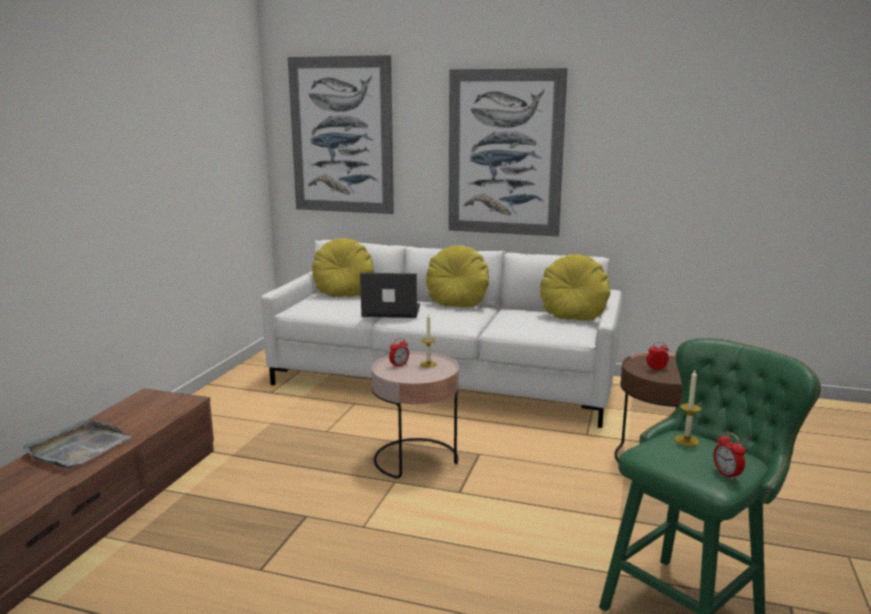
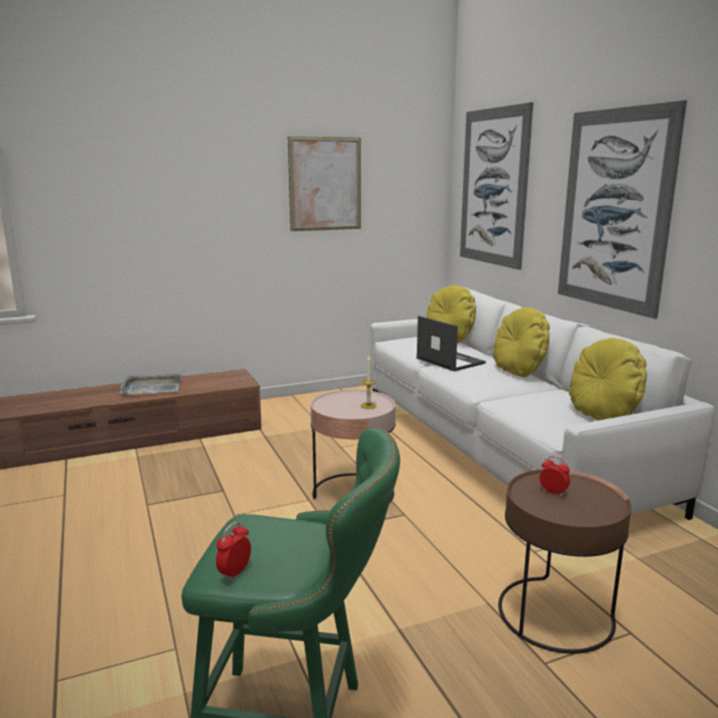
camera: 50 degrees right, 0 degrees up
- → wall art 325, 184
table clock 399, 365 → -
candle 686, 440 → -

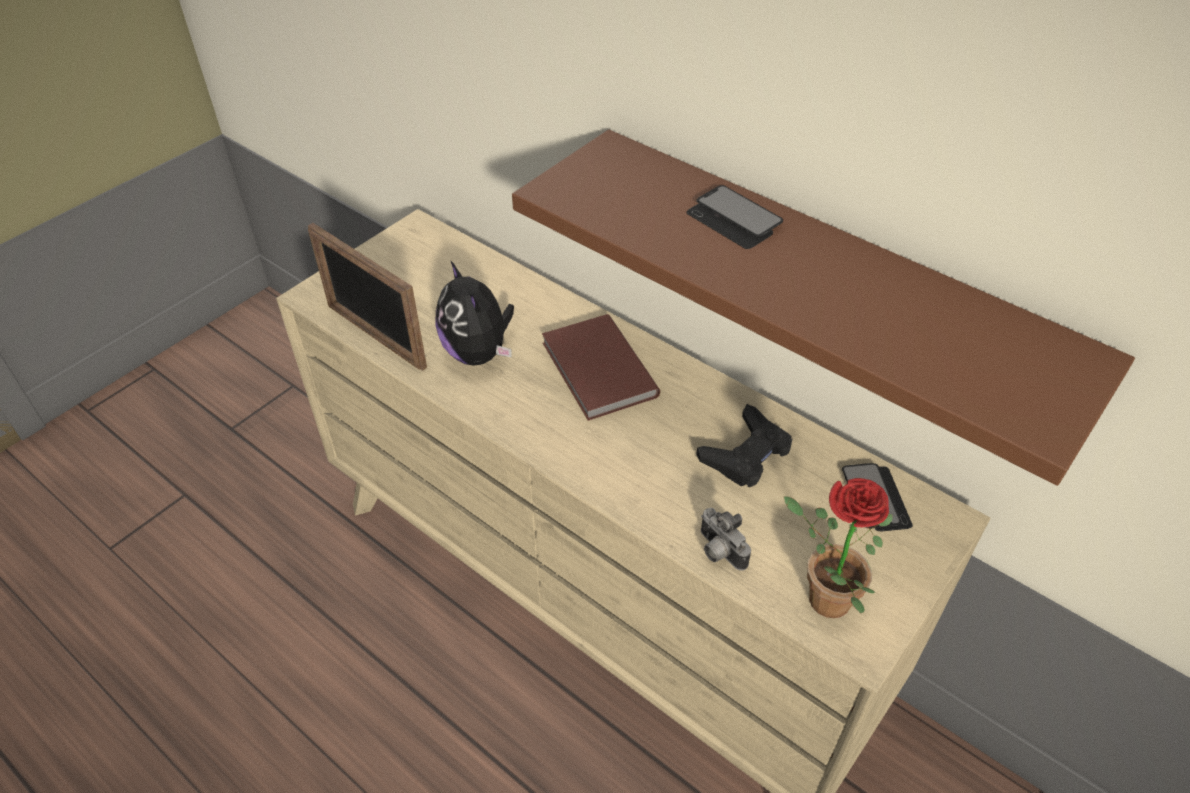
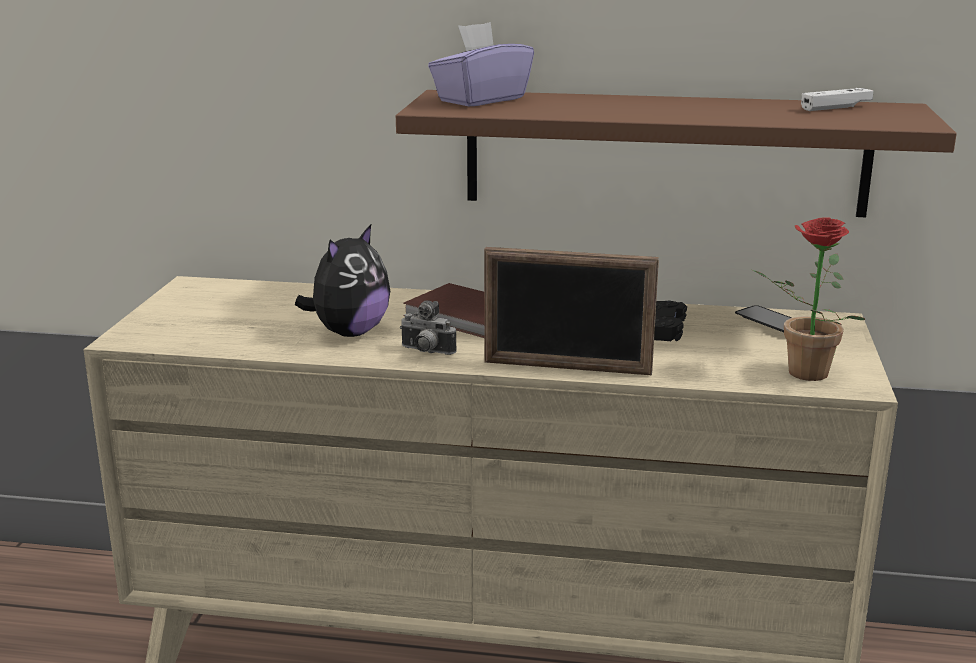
camera: 30 degrees left, 25 degrees down
plush toy 479, 353 → plush toy 349, 332, 90 degrees counterclockwise
still camera 718, 552 → still camera 426, 352, shifted
- → purplish tissue holder 480, 100
photo frame 375, 336 → photo frame 567, 368, shifted
- → white-coloured game controller 836, 107
phone 733, 219 → -

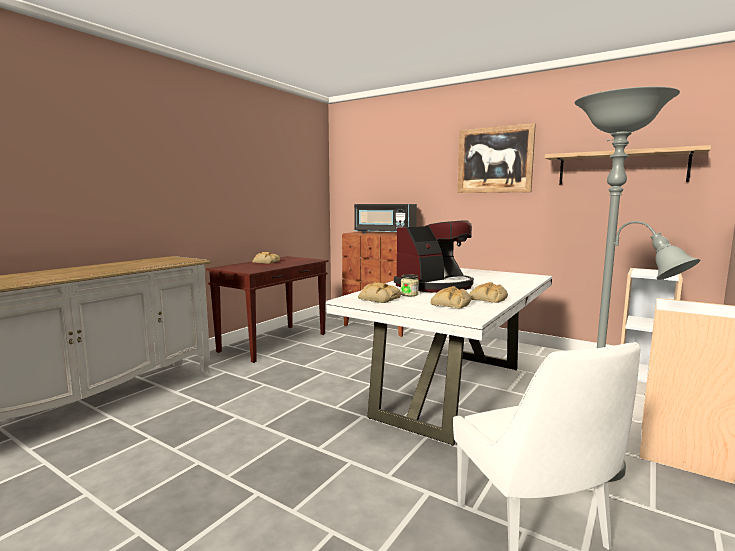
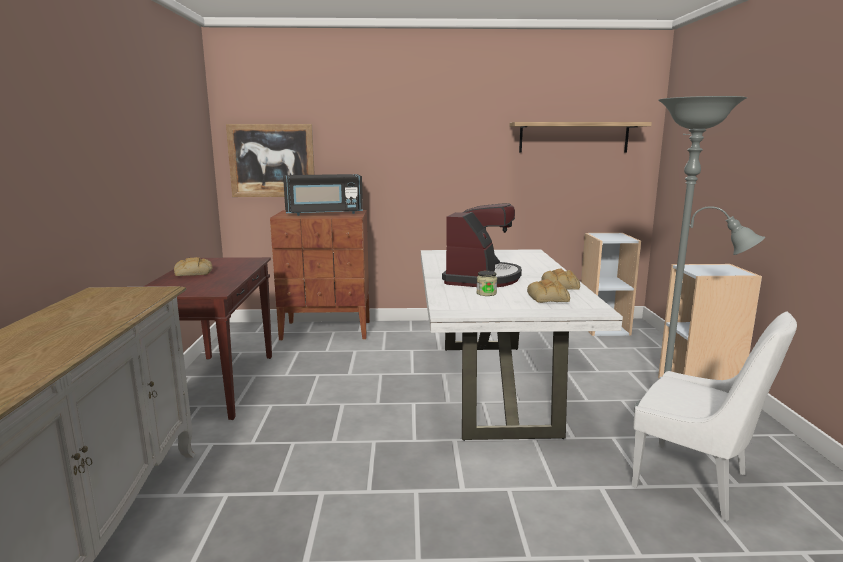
camera: 35 degrees left, 5 degrees up
wall art 494, 160 → wall art 272, 161, shifted
bakery bread 378, 299 → -

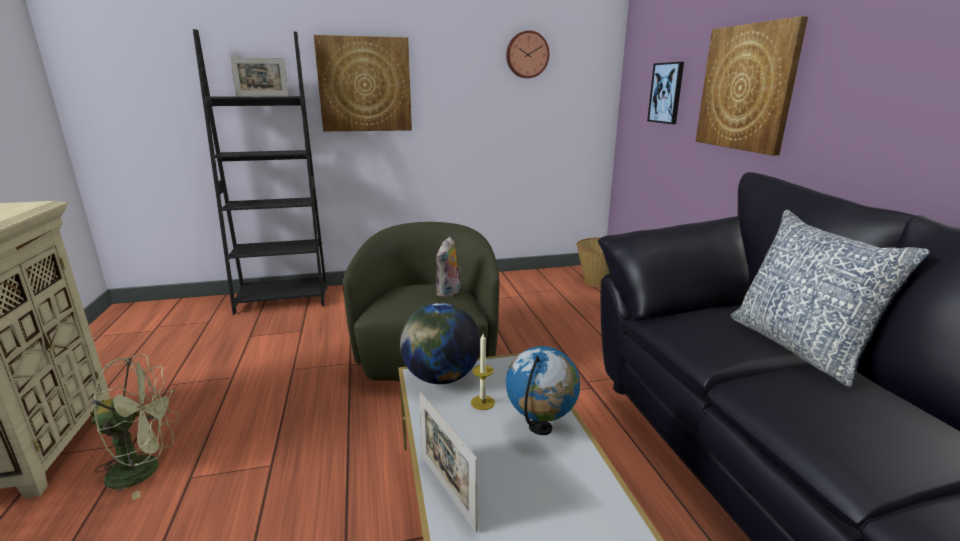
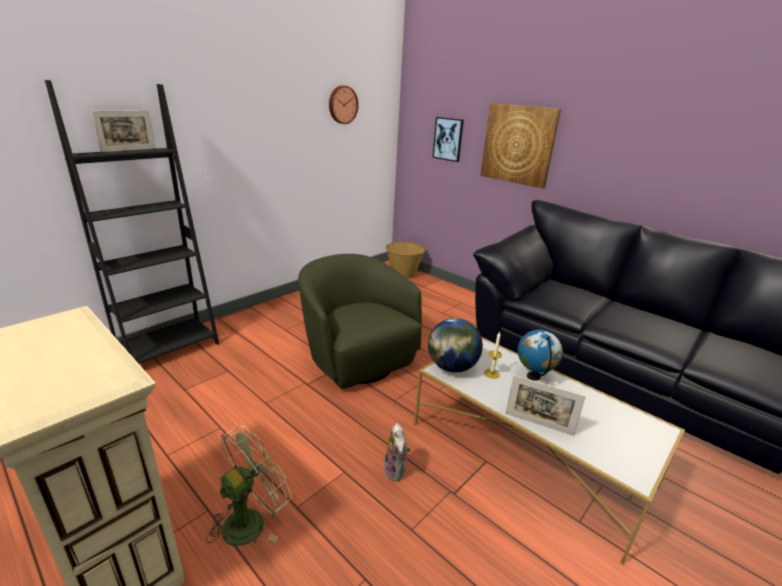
camera: 35 degrees left, 5 degrees up
plush toy 449, 293 → plush toy 396, 471, shifted
wall art 365, 84 → -
cushion 798, 347 → -

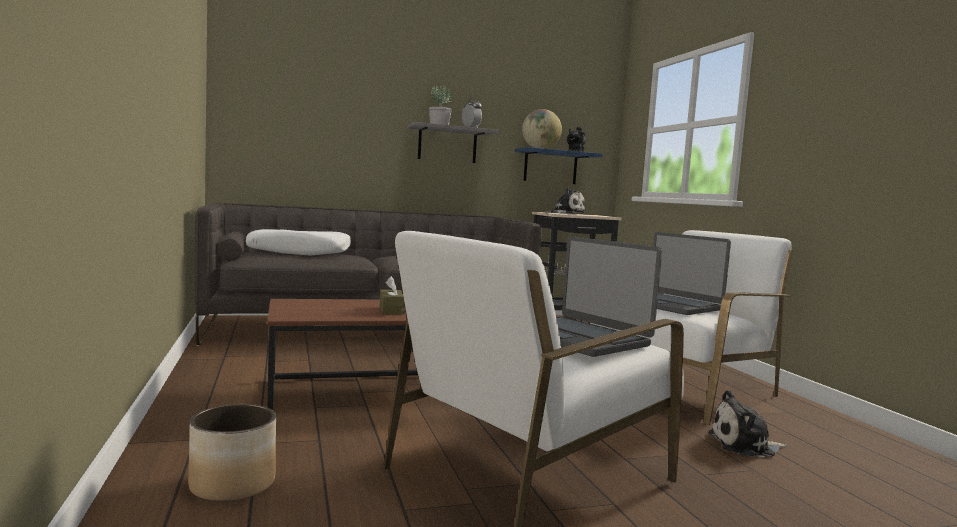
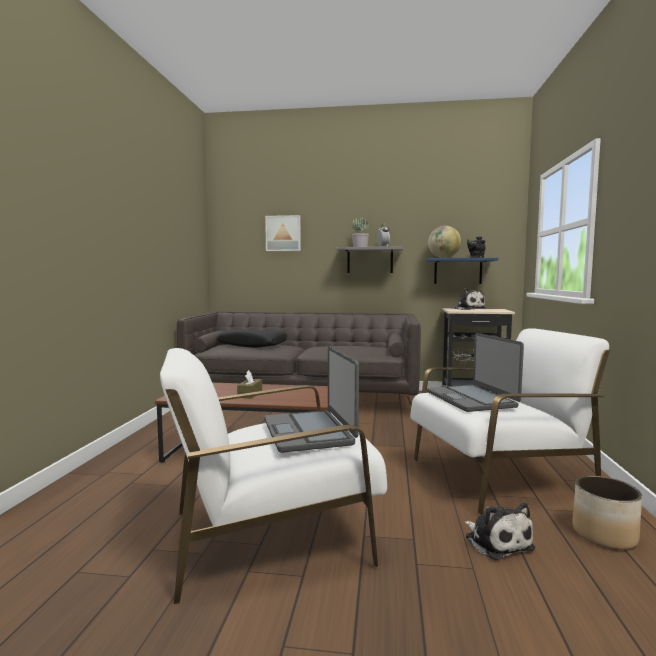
camera: 25 degrees right, 0 degrees up
white-coloured cushion 300, 252 → black-coloured cushion 252, 345
- → wall art 283, 233
plush toy 745, 445 → plush toy 496, 541, 135 degrees counterclockwise
planter 233, 485 → planter 605, 535, shifted

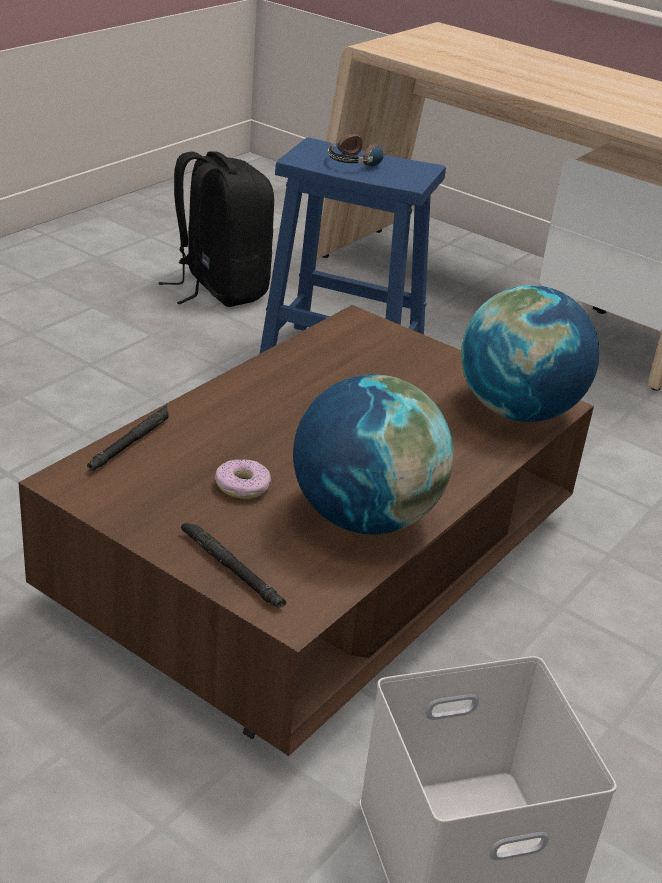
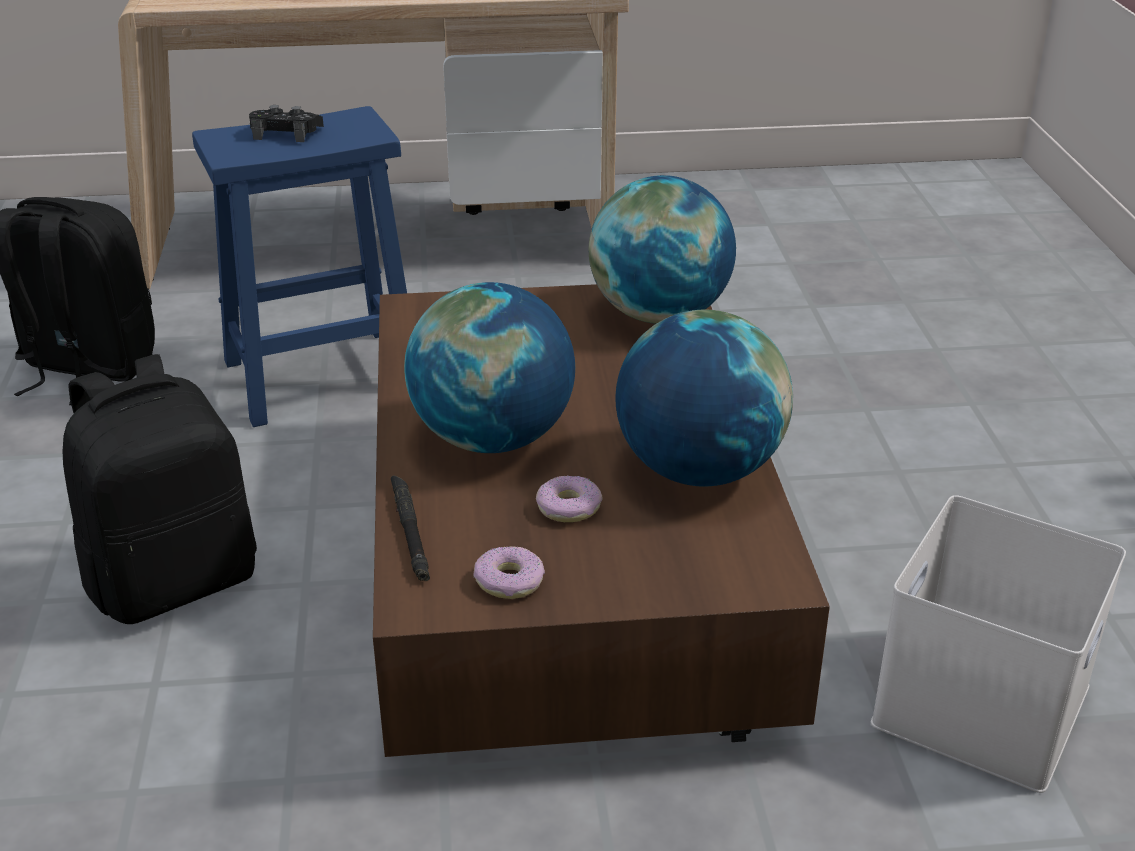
camera: 40 degrees left, 0 degrees up
- → black-coloured backpack 174, 580
headphones 360, 160 → black-coloured game controller 286, 133
- → globe 492, 439
- → doughnut 509, 581
black-coloured flashlight 231, 569 → -

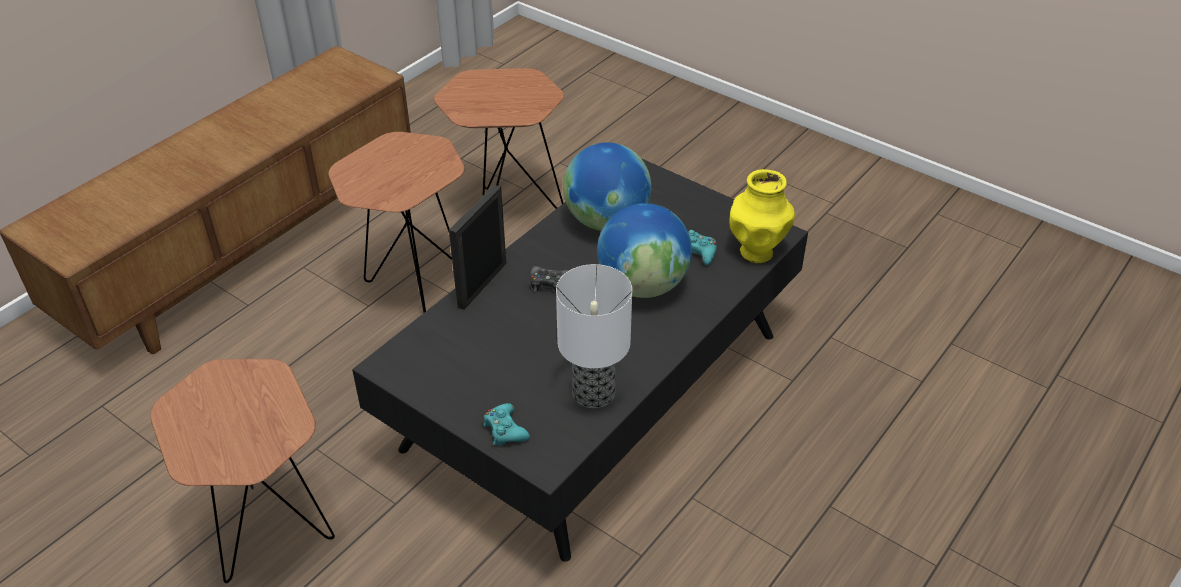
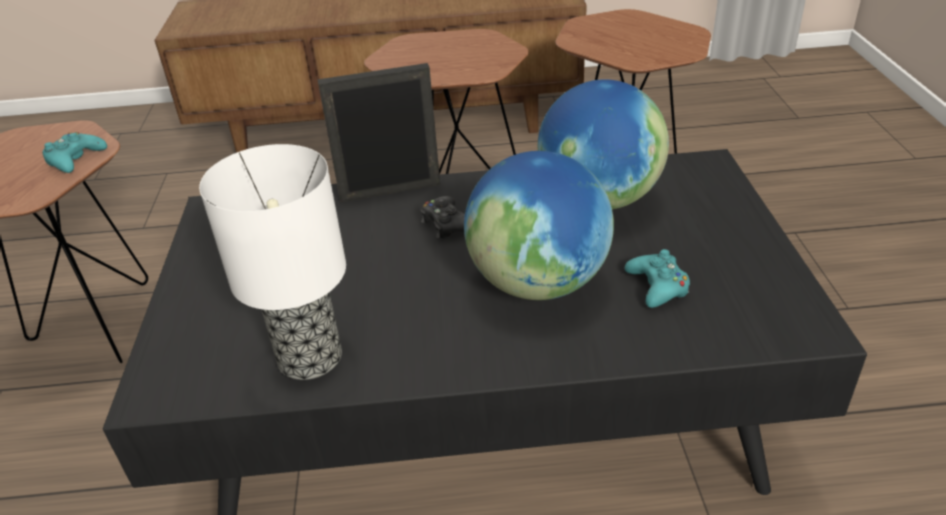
camera: 50 degrees right, 5 degrees down
turquoise game controller 505, 430 → turquoise game controller 75, 159, shifted
yellowish flower vase 756, 252 → -

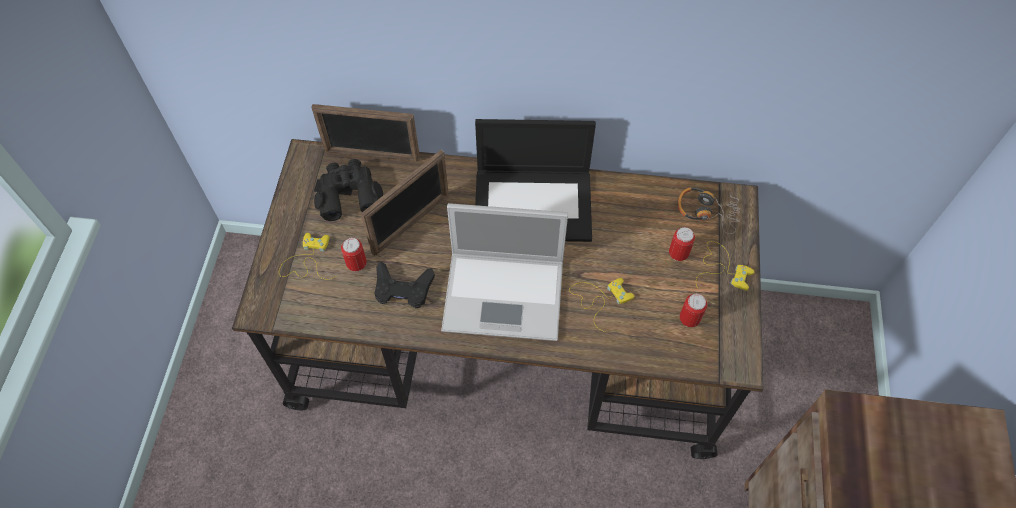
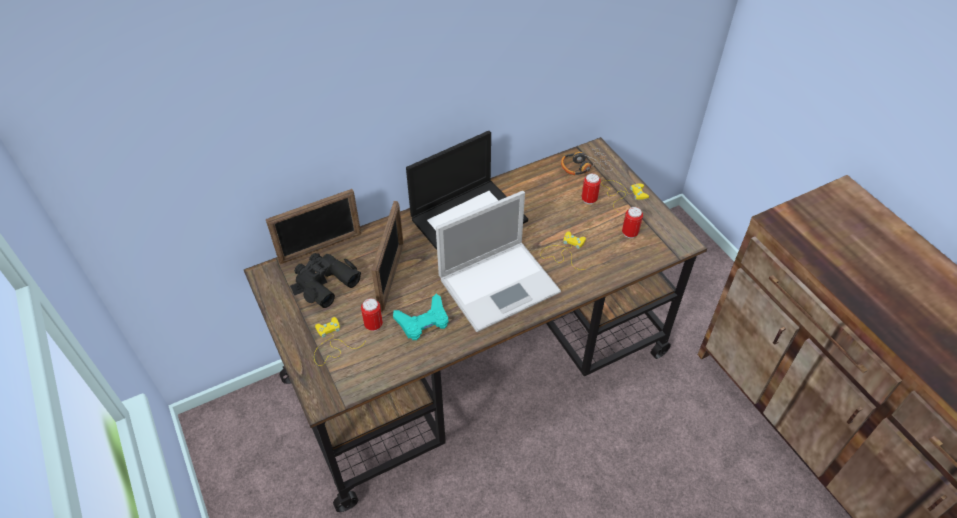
camera: 35 degrees left, 10 degrees down
black-coloured game controller 403, 288 → turquoise game controller 423, 321

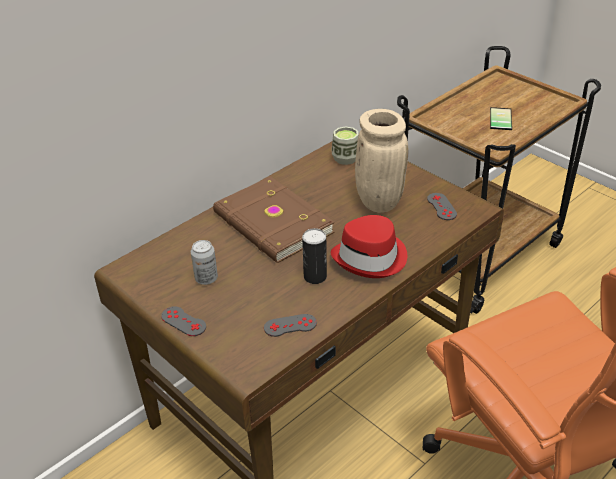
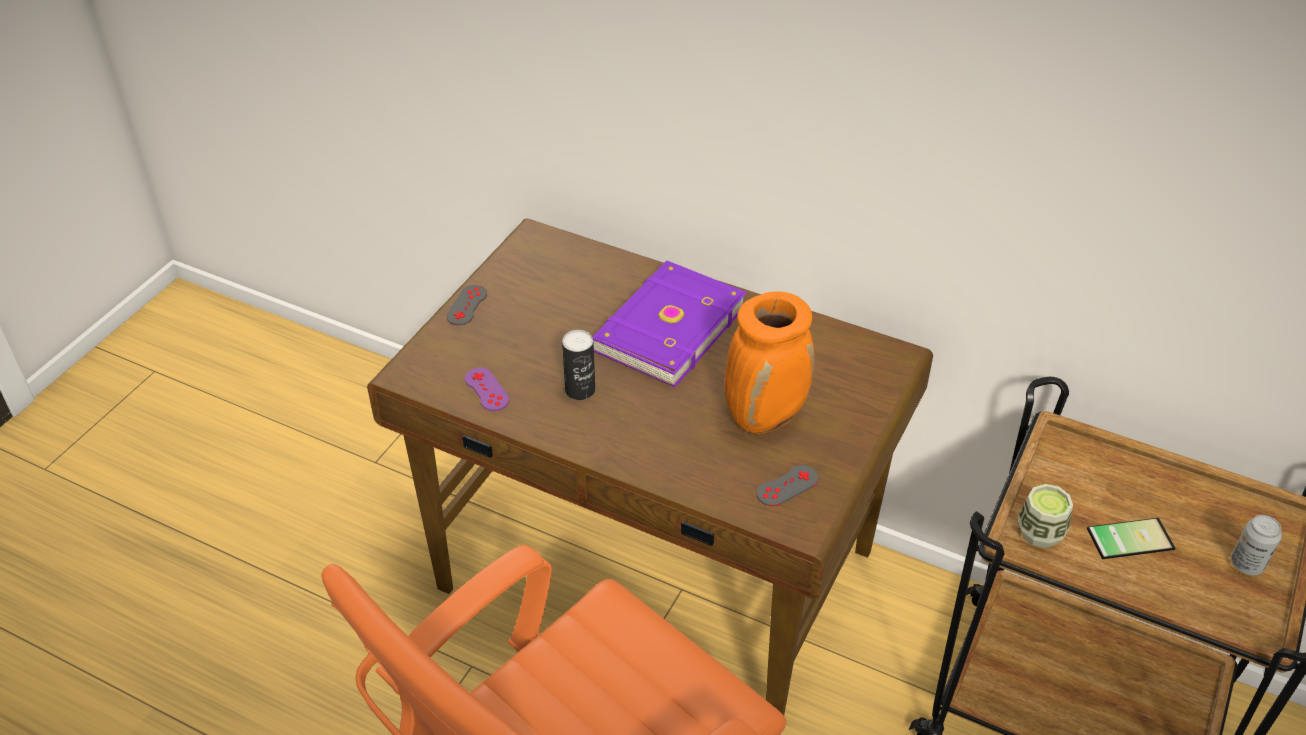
camera: 70 degrees right, 5 degrees up
gray game controller 290, 325 → purplish game controller 486, 389
brownish volume 272, 224 → purplish volume 666, 327
beige flower vase 377, 201 → orange flower vase 765, 415
cup 345, 158 → cup 1040, 533, shifted
metal can 206, 279 → metal can 1246, 564, shifted
red-coloured clothing hat 371, 258 → -

